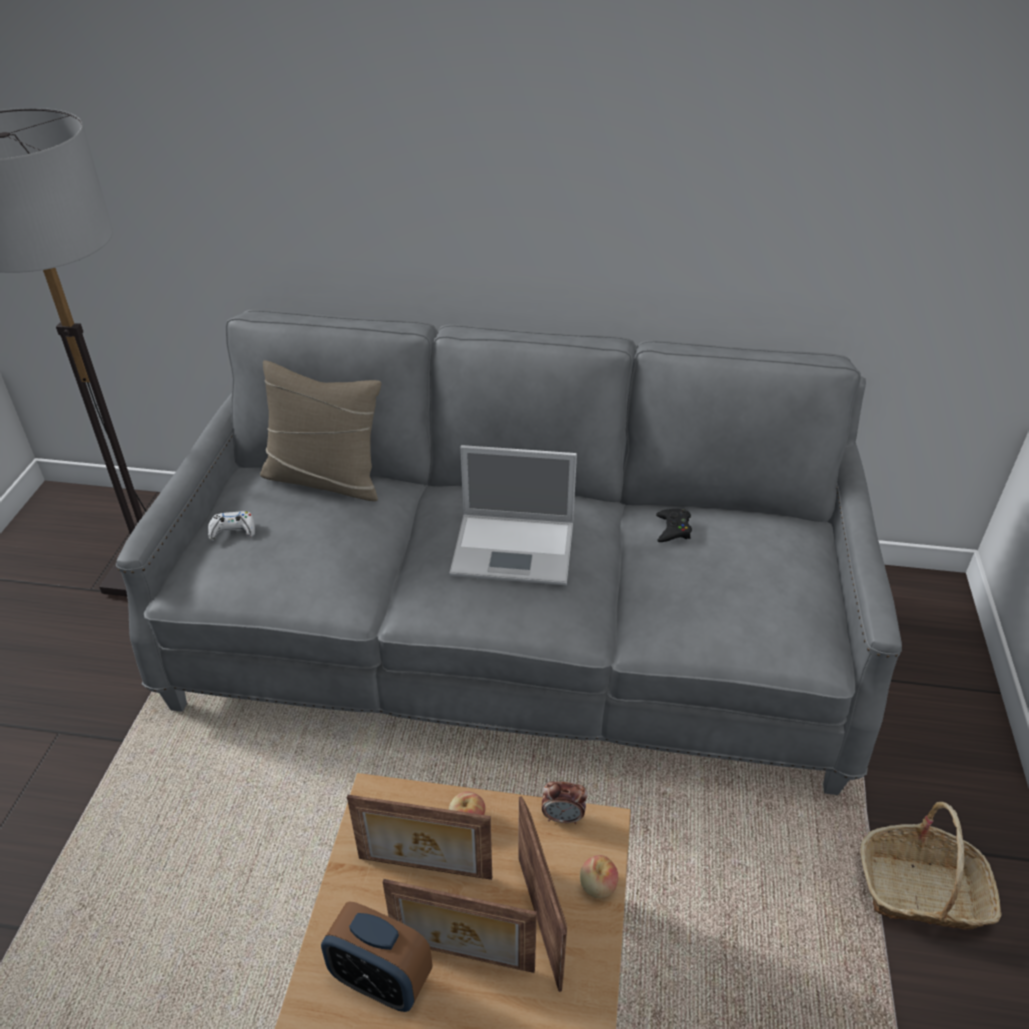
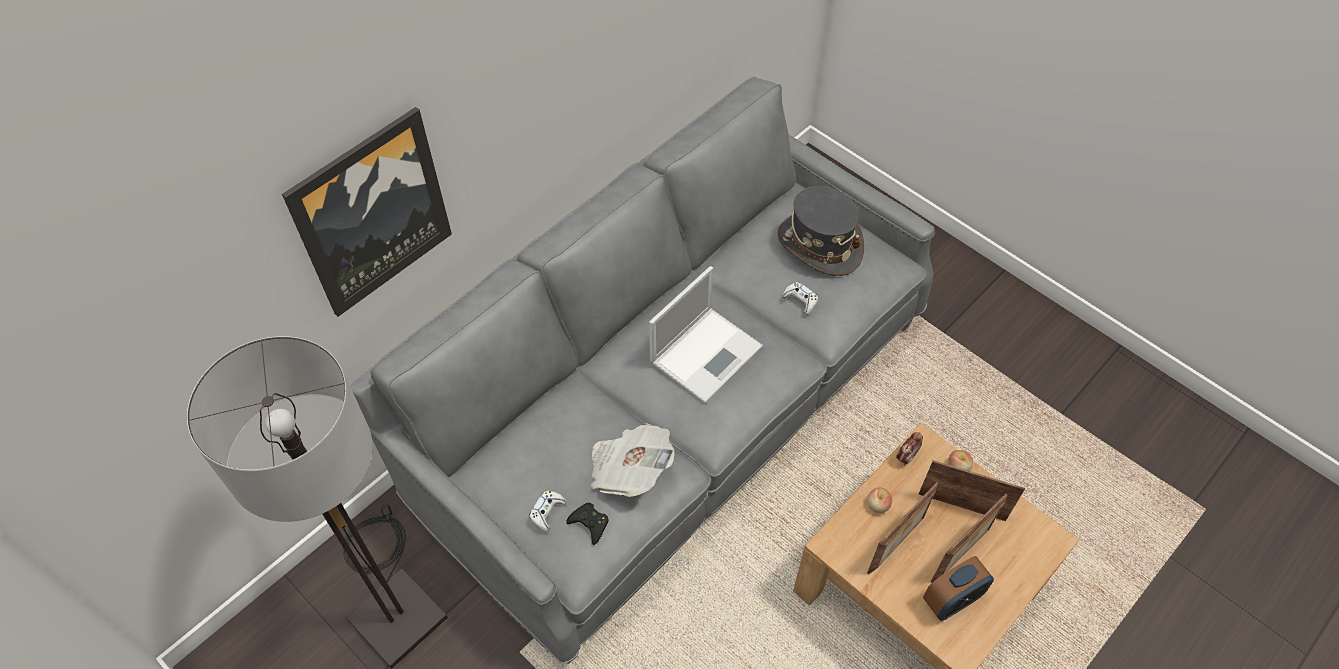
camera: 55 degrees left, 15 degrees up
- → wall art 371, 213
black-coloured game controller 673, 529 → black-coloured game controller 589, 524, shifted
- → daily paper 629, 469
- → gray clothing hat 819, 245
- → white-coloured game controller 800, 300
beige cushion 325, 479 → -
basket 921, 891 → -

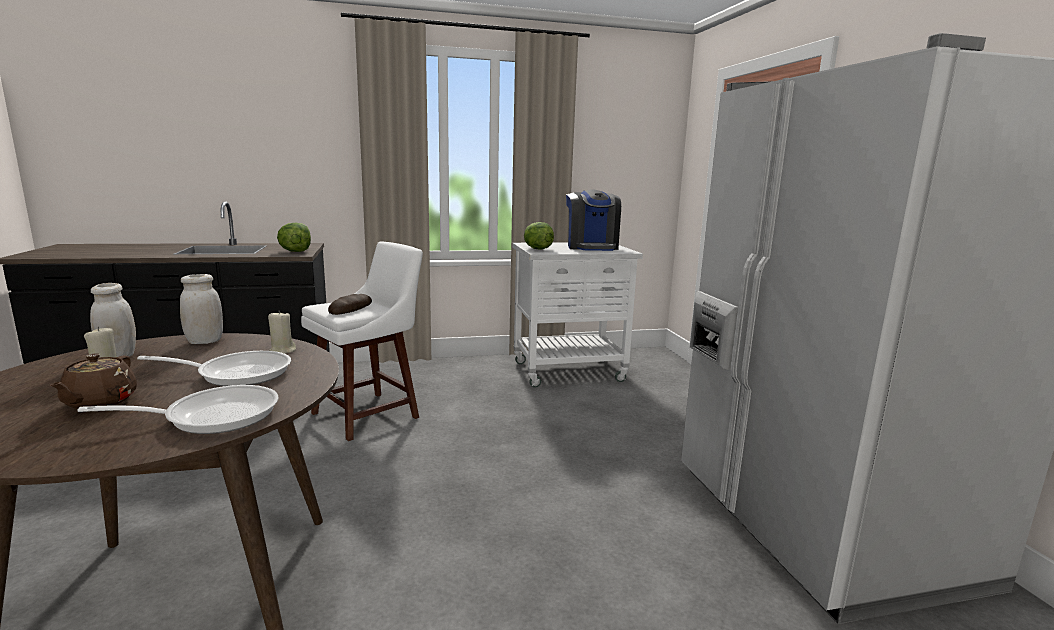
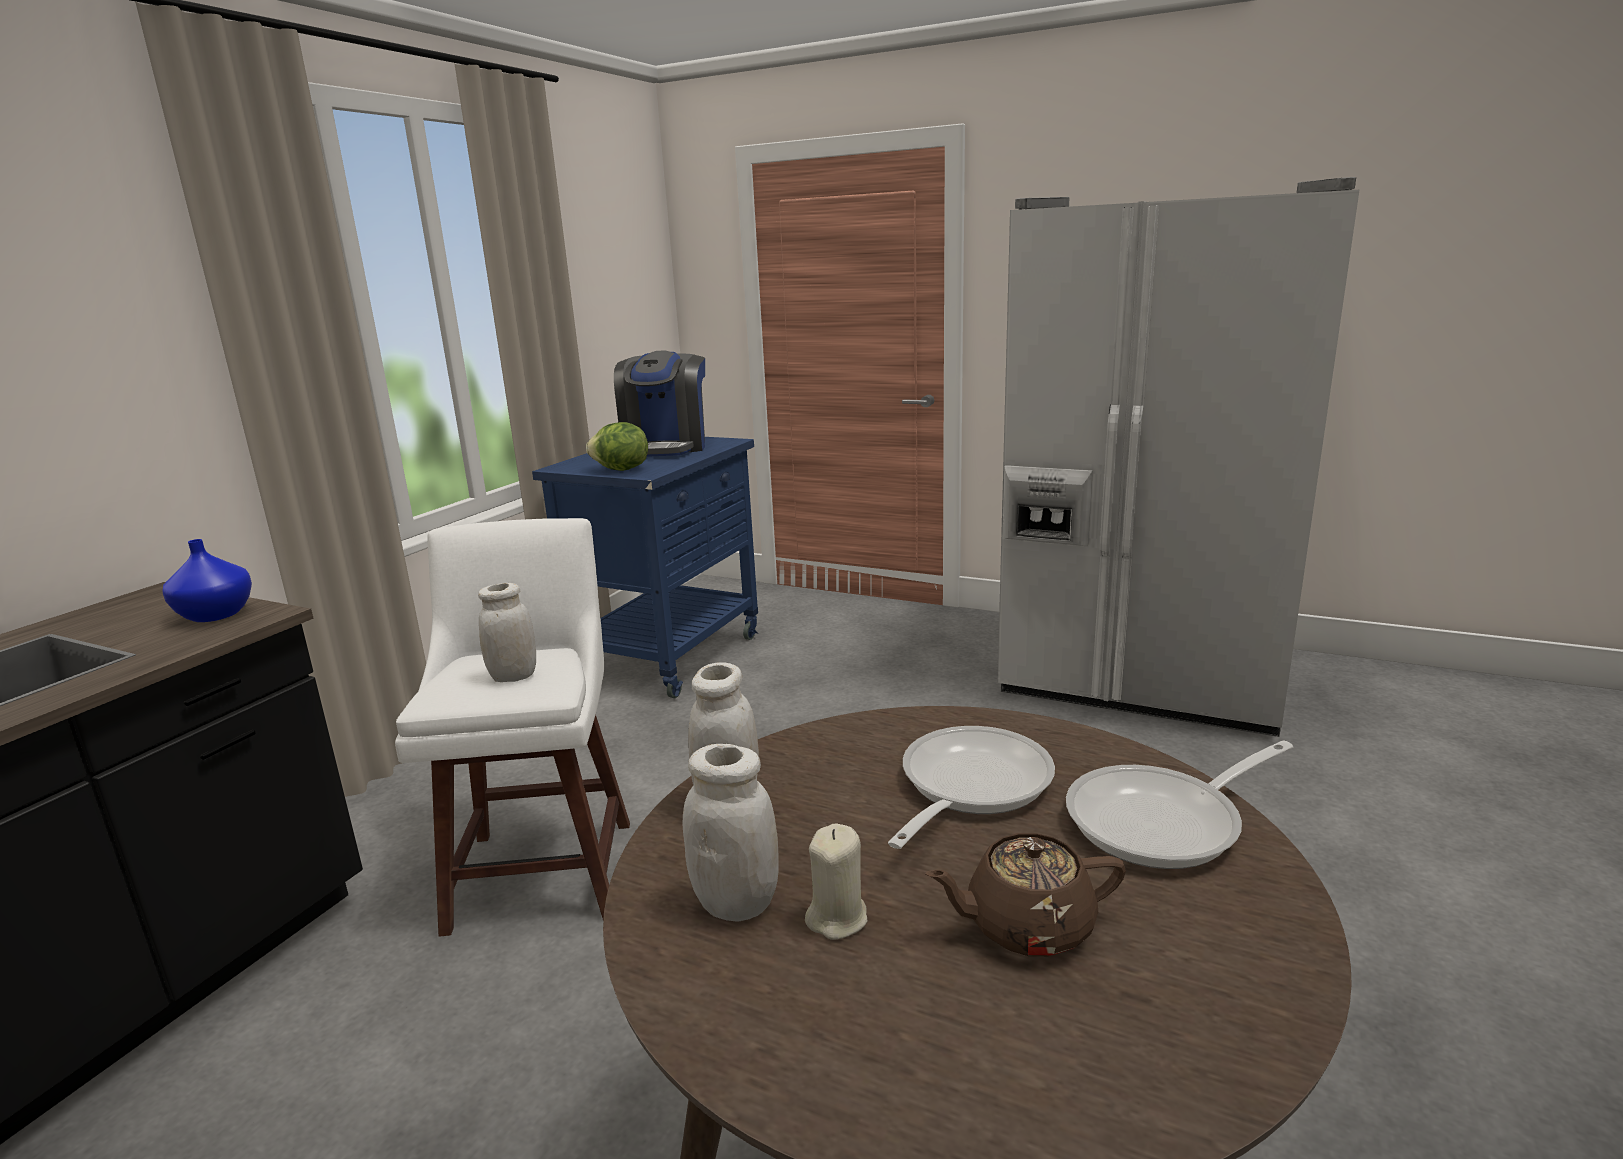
camera: 50 degrees left, 5 degrees up
head of lettuce 295, 251 → blue-coloured flower vase 215, 615
bakery bread 351, 308 → white-coloured storage jar 513, 676
white-coloured wheeled cart 569, 372 → blue-coloured wheeled cart 671, 657
coffee brewer 591, 247 → coffee brewer 666, 447, 60 degrees clockwise
brownish tea pot 99, 402 → brownish tea pot 1026, 926, 135 degrees clockwise
pan 212, 416 → pan 1164, 822, 135 degrees counterclockwise
beige candle 282, 351 → -

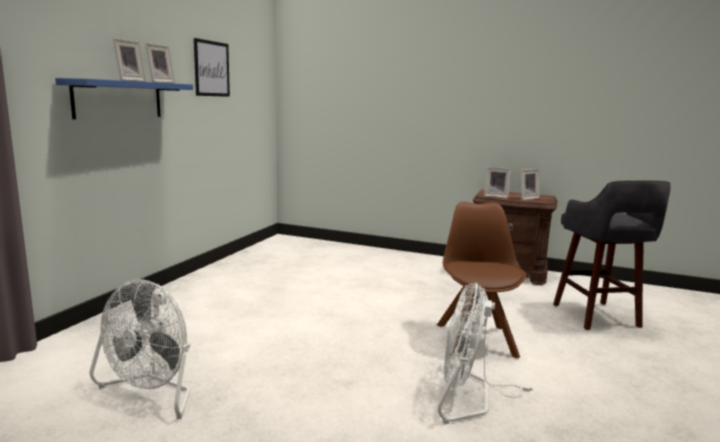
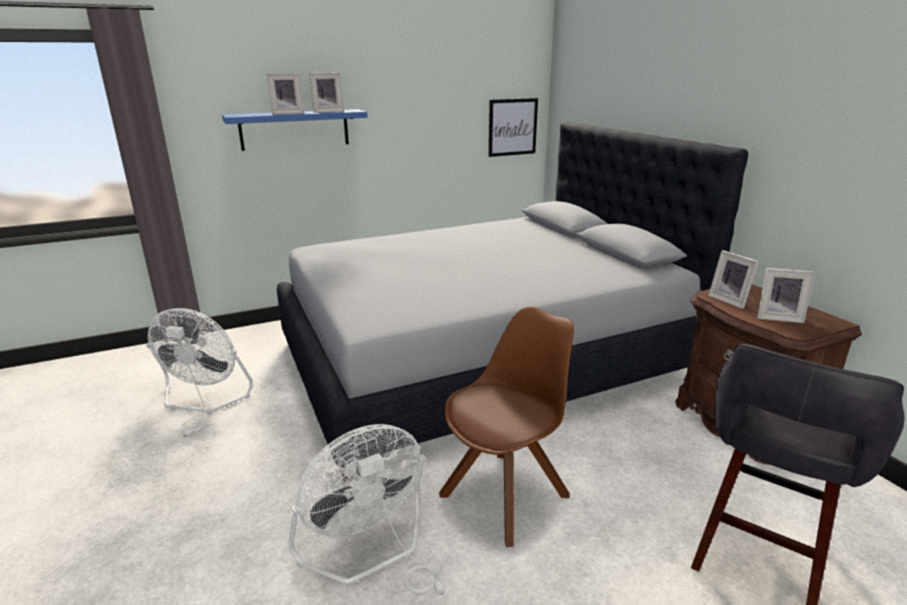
camera: 45 degrees right, 10 degrees up
white-coloured fan 153, 390 → white-coloured fan 199, 403, 120 degrees clockwise
- → gray bed 483, 358
wall art 212, 69 → wall art 512, 127, shifted

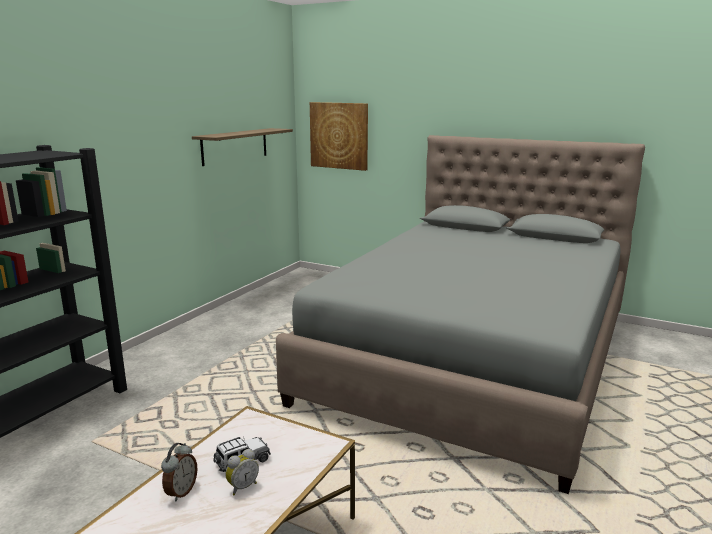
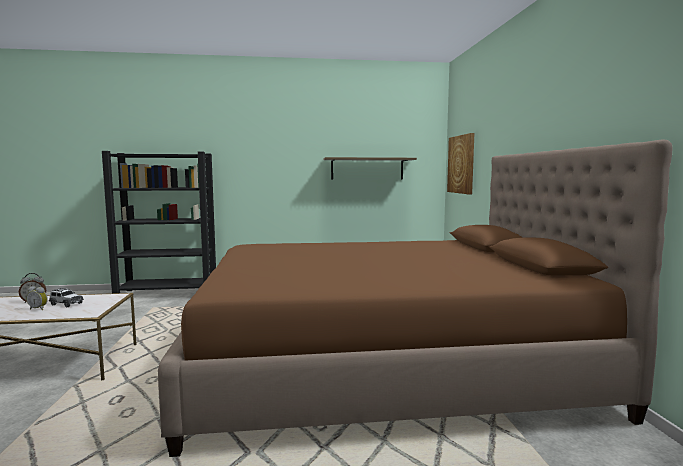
camera: 55 degrees right, 10 degrees down
gray bed 474, 358 → brownish bed 386, 366

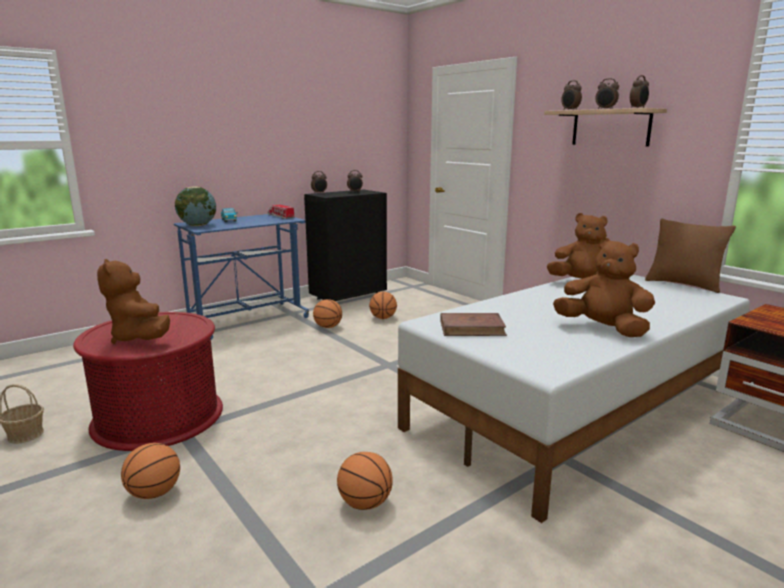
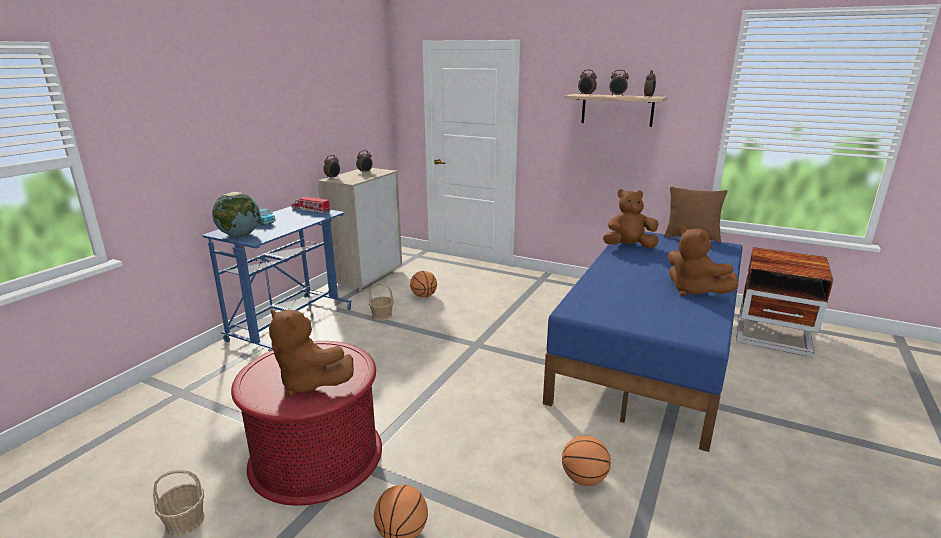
camera: 25 degrees left, 5 degrees up
black-coloured storage cabinet 348, 296 → beige storage cabinet 367, 277
basketball ball 328, 327 → basket 382, 316
white-coloured bed 577, 409 → blue-coloured bed 651, 352
brownish plush toy 603, 329 → brownish plush toy 693, 291, 135 degrees counterclockwise
brownish volume 472, 328 → -

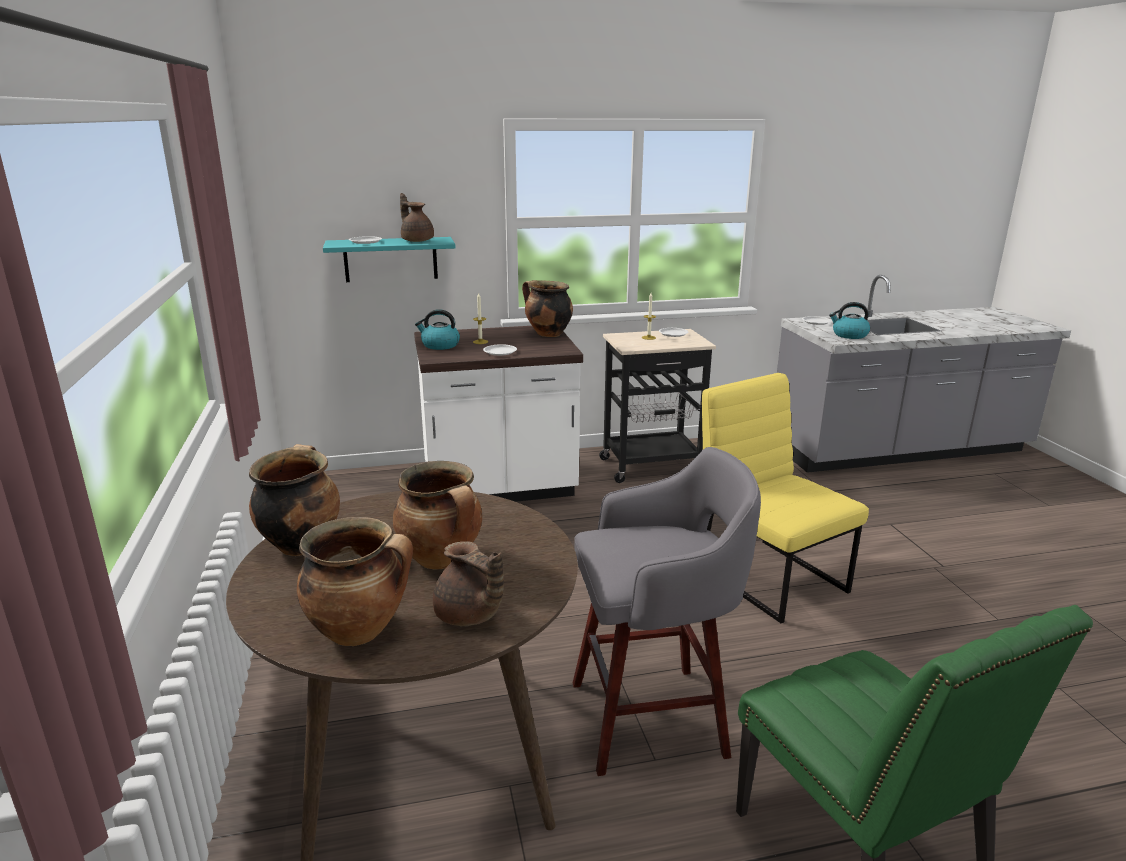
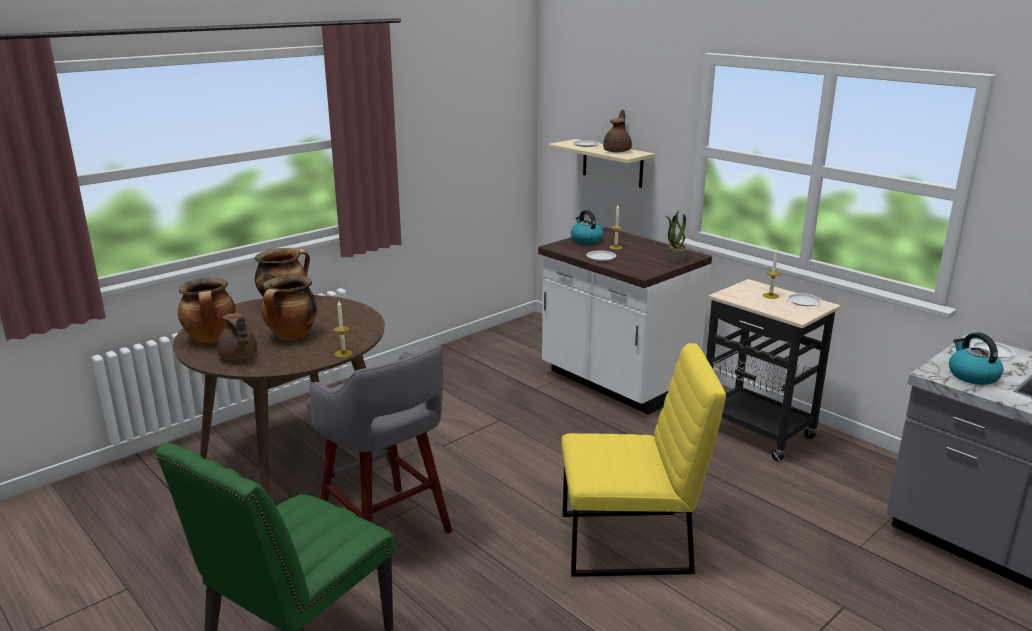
camera: 60 degrees right, 0 degrees up
brownish tea pot 469, 616 → brownish tea pot 238, 357, 45 degrees counterclockwise
- → candle 343, 353
turquoise wall shelf 390, 259 → beige wall shelf 612, 163
yellowish plain chair 769, 576 → yellowish plain chair 630, 543, 60 degrees clockwise
stockpot 547, 334 → potted plant 675, 259

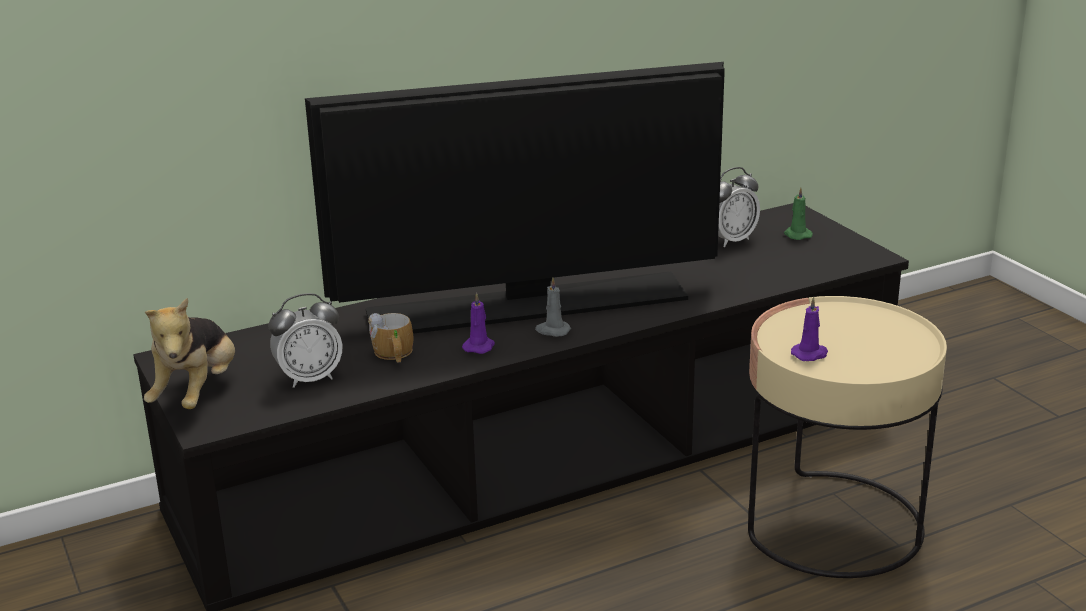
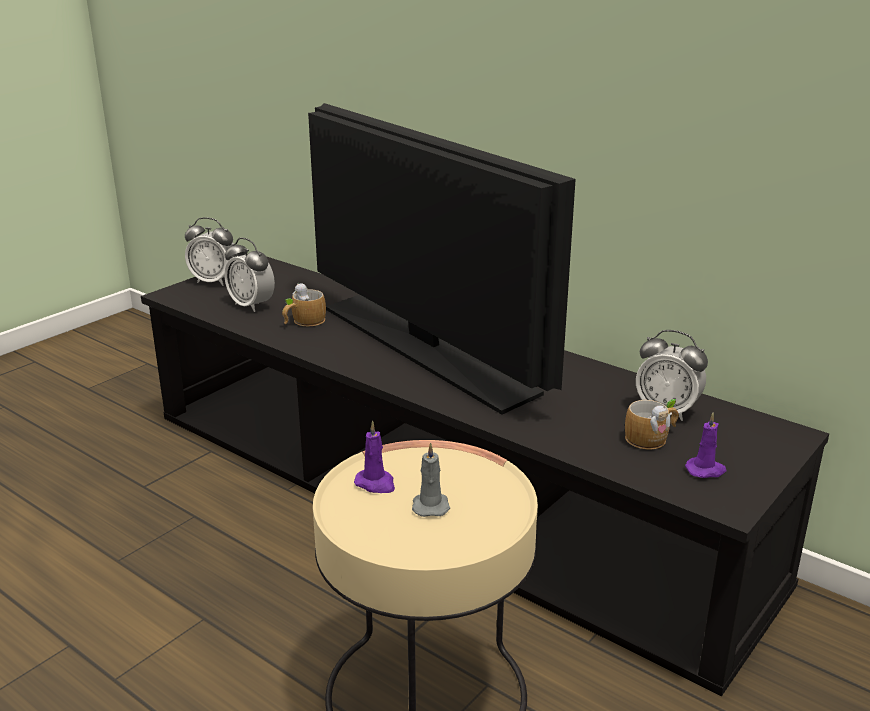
camera: 65 degrees right, 0 degrees up
plush toy 197, 393 → table clock 214, 281
gray candle 552, 330 → gray candle 430, 505, shifted
- → coffee mug 652, 438
purplish candle 479, 346 → purplish candle 706, 470, shifted
green candle 796, 235 → -

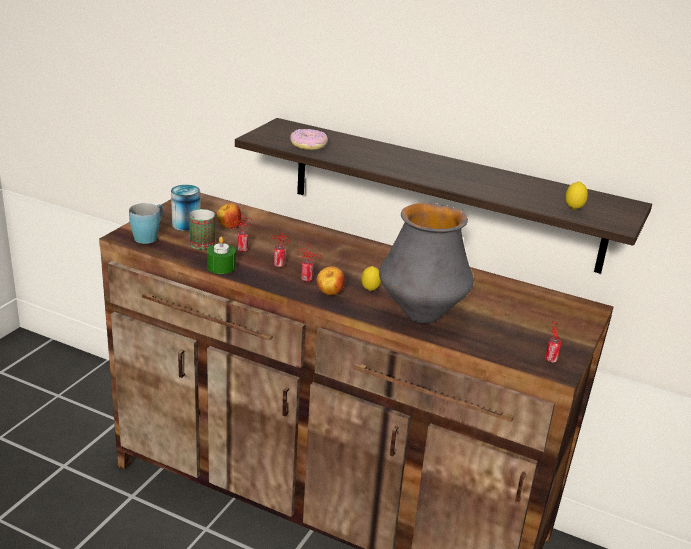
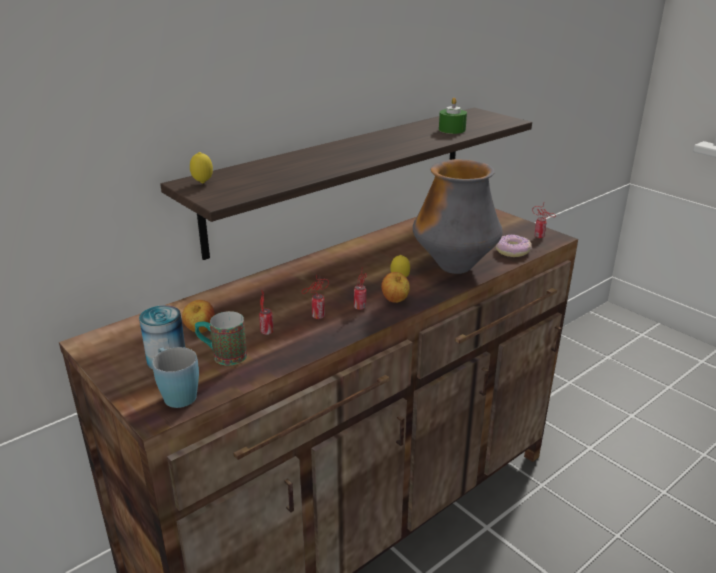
camera: 65 degrees left, 0 degrees up
citrus fruit 573, 209 → citrus fruit 203, 183, shifted
green candle 221, 267 → green candle 452, 129, shifted
doughnut 308, 145 → doughnut 512, 251, shifted

